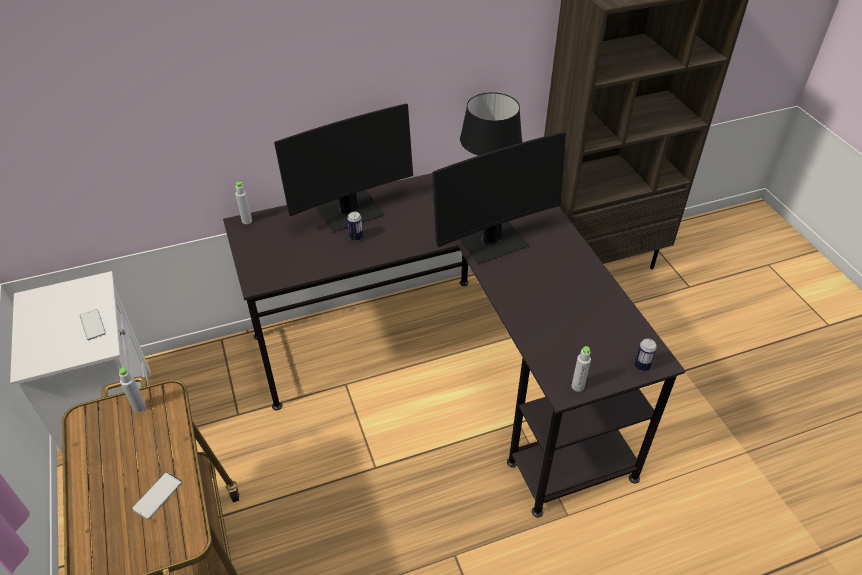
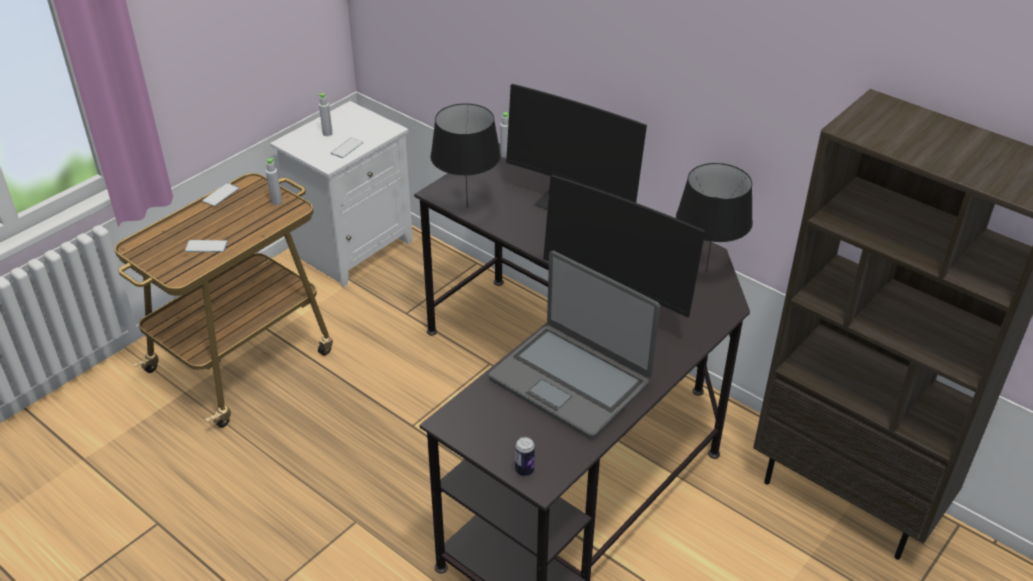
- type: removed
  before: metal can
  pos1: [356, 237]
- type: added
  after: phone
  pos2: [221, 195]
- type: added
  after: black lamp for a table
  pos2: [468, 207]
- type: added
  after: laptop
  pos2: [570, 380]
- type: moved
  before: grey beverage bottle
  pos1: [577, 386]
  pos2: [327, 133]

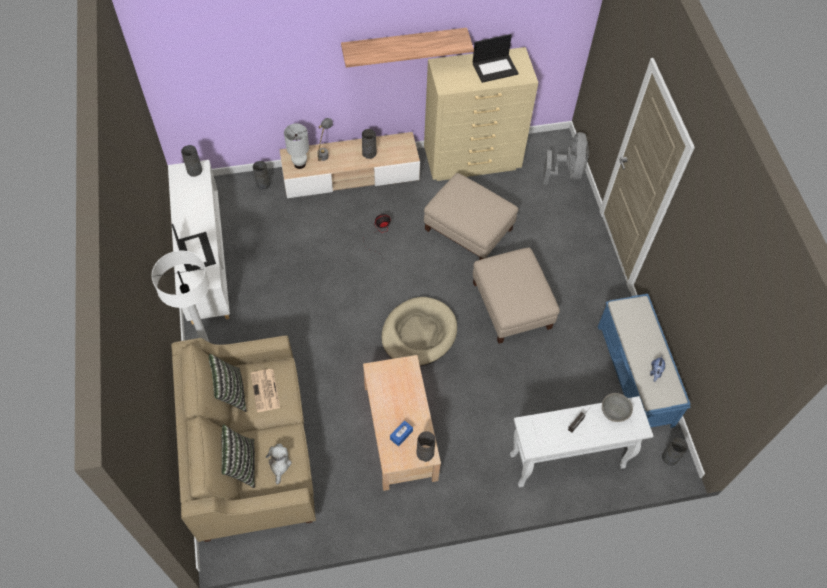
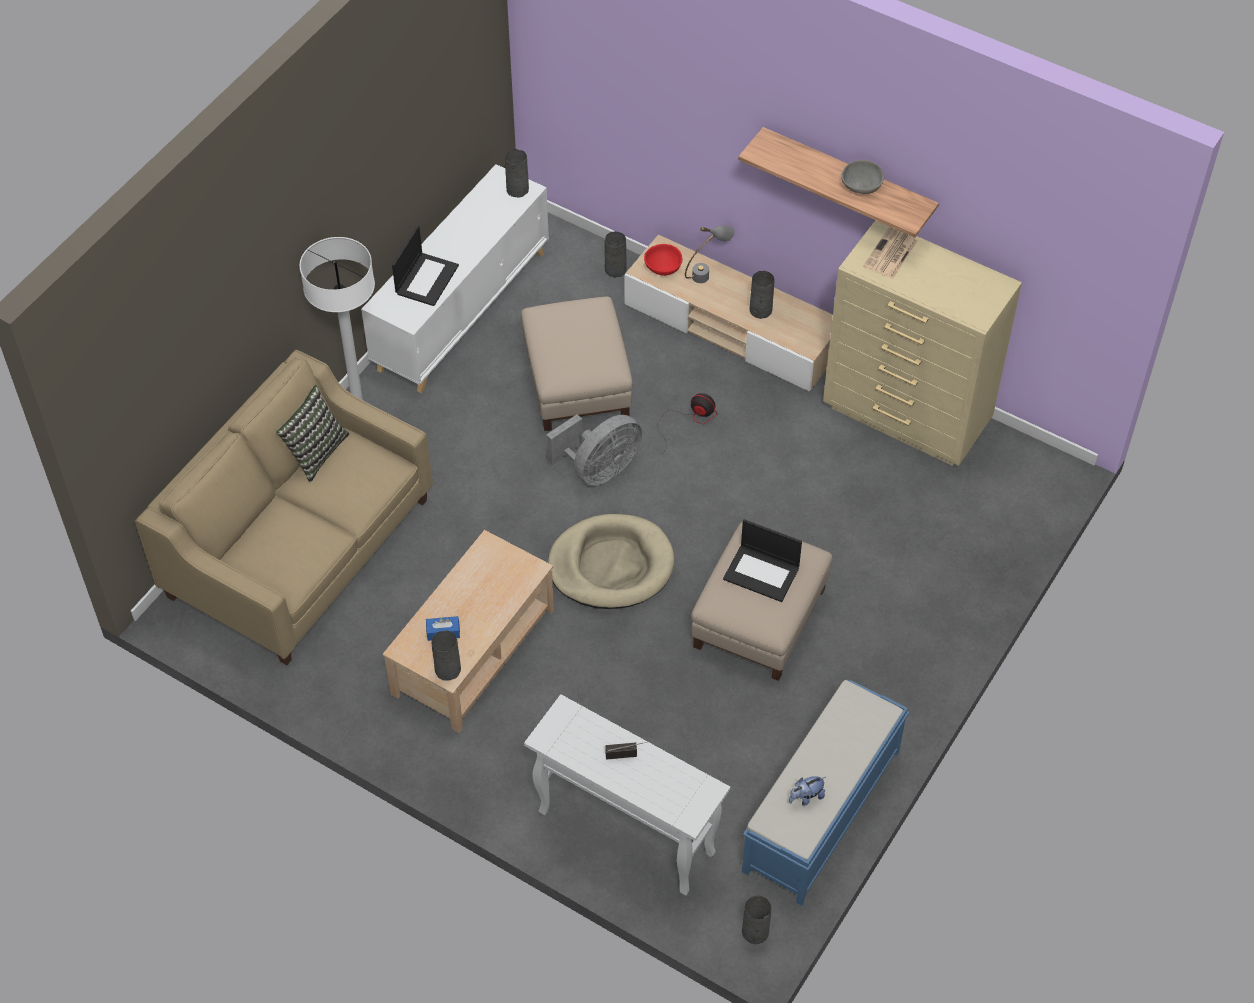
- type: removed
  before: pillow
  pos1: [241, 464]
- type: removed
  before: soft toy
  pos1: [279, 465]
- type: moved
  before: newspaper
  pos1: [265, 391]
  pos2: [891, 254]
- type: moved
  before: sand-coloured ottoman
  pos1: [469, 229]
  pos2: [578, 382]
- type: moved
  before: laptop
  pos1: [495, 68]
  pos2: [762, 573]
- type: moved
  before: grey cooling fan
  pos1: [567, 172]
  pos2: [599, 469]
- type: moved
  before: grey deep dish
  pos1: [614, 412]
  pos2: [861, 186]
- type: replaced
  before: white lamp for a table
  after: red deep dish
  pos1: [300, 164]
  pos2: [663, 268]

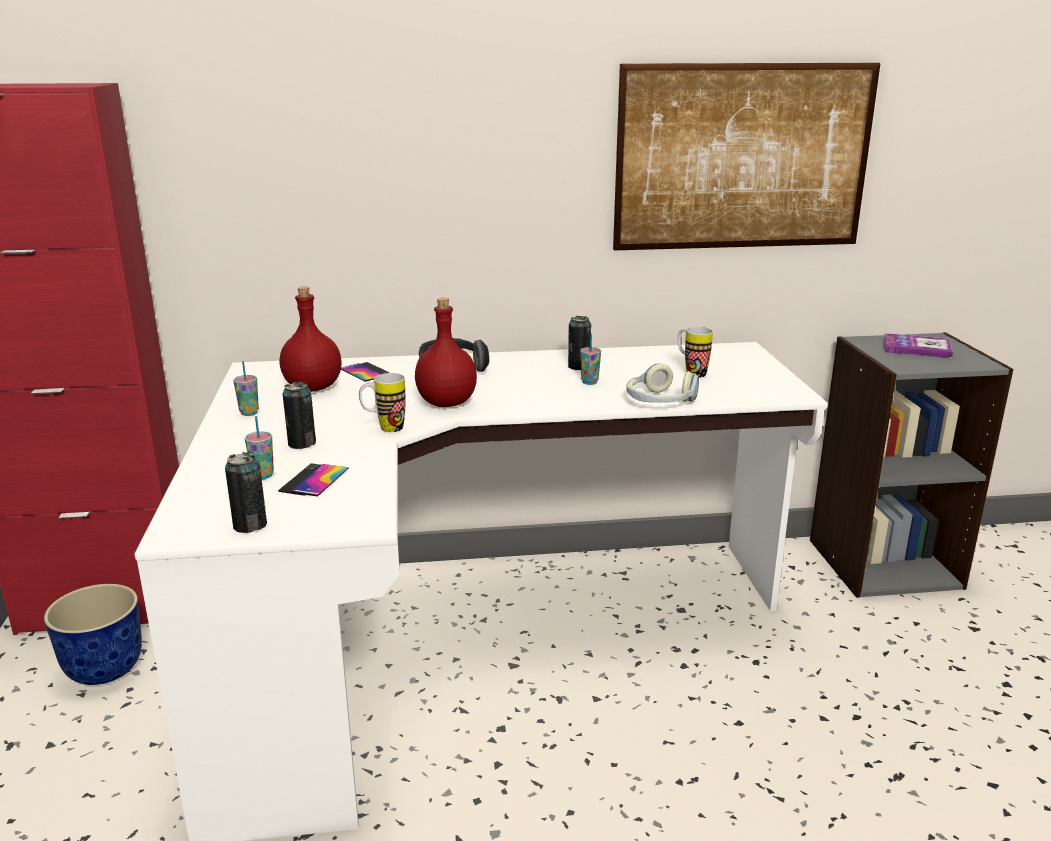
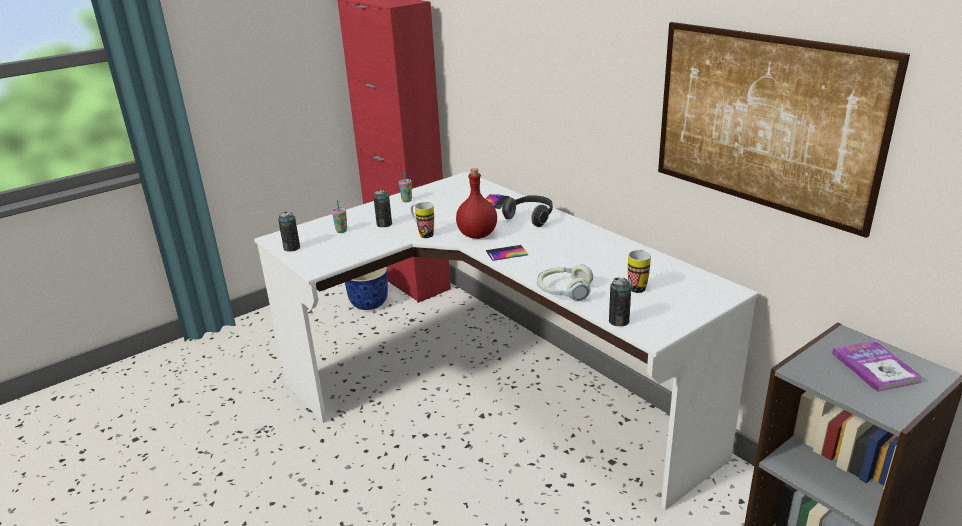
- type: removed
  before: red beverage bottle
  pos1: [312, 387]
- type: removed
  before: cup
  pos1: [589, 382]
- type: moved
  before: phone
  pos1: [314, 480]
  pos2: [506, 253]
- type: moved
  before: metal can
  pos1: [579, 366]
  pos2: [619, 321]

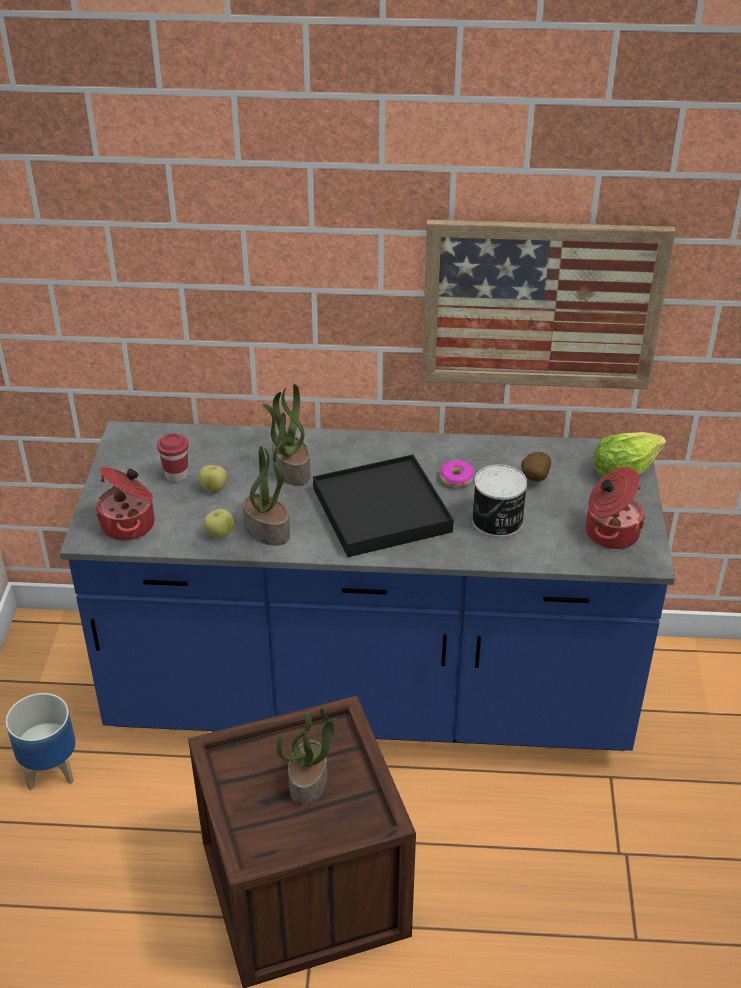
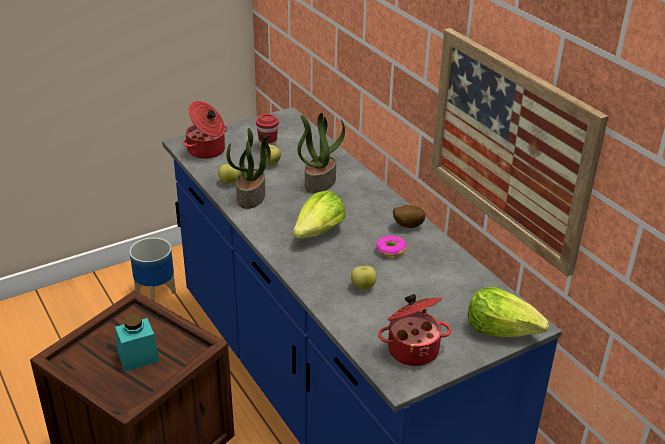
- type: moved
  before: spud
  pos1: [533, 479]
  pos2: [407, 226]
- type: replaced
  before: potted plant
  after: turquoise-coloured preserve jar
  pos1: [309, 782]
  pos2: [138, 357]
- type: replaced
  before: black serving tray
  after: head of lettuce
  pos1: [381, 510]
  pos2: [319, 232]
- type: replaced
  before: metal can
  after: apple
  pos1: [498, 521]
  pos2: [363, 287]

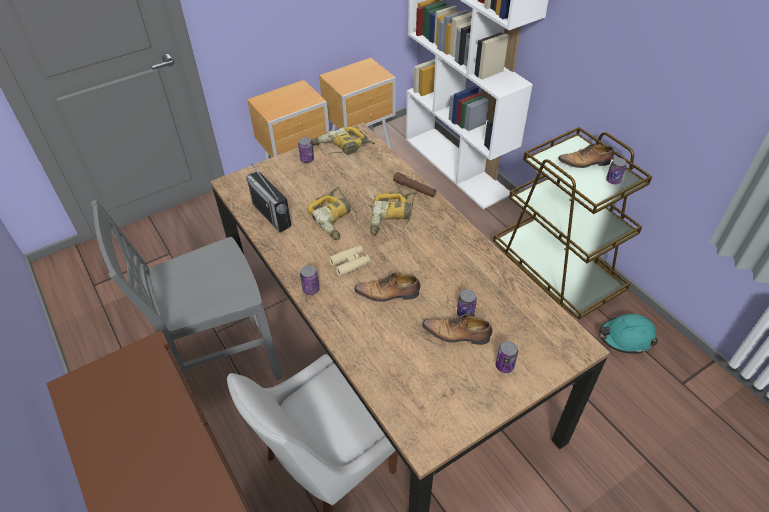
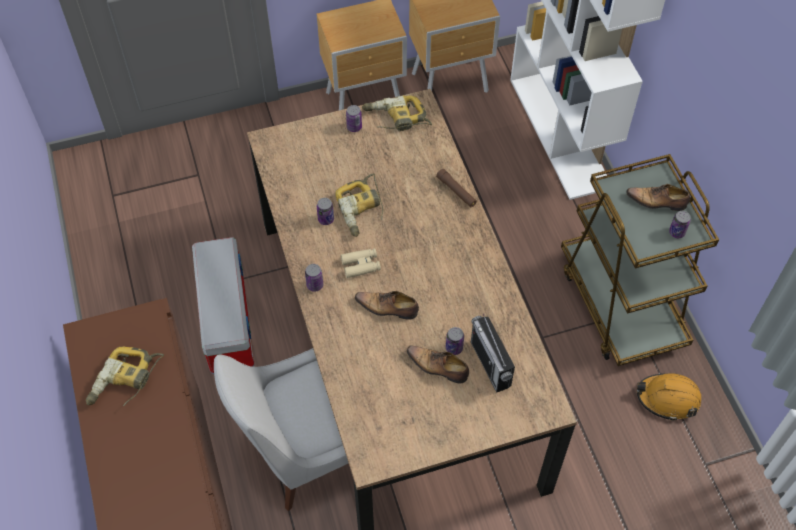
- type: moved
  before: radio receiver
  pos1: [271, 215]
  pos2: [490, 364]
- type: moved
  before: power drill
  pos1: [392, 218]
  pos2: [125, 382]
- type: moved
  before: metal can
  pos1: [504, 366]
  pos2: [326, 219]
- type: replaced
  before: grey plain chair
  after: storage container
  pos1: [221, 364]
  pos2: [226, 319]
- type: recoloured
  before: turquoise-coloured safety helmet
  after: orange safety helmet
  pos1: [626, 337]
  pos2: [668, 398]

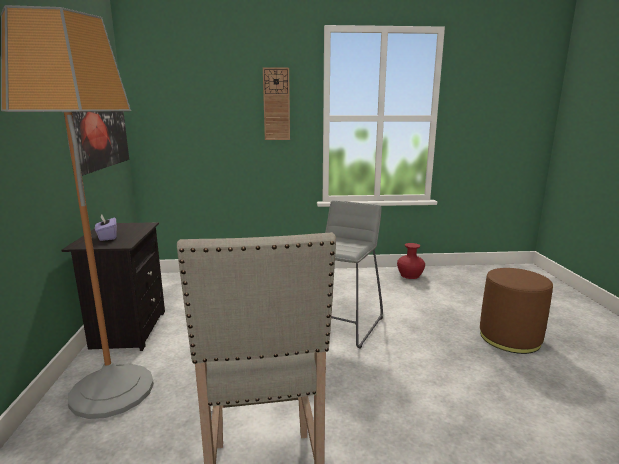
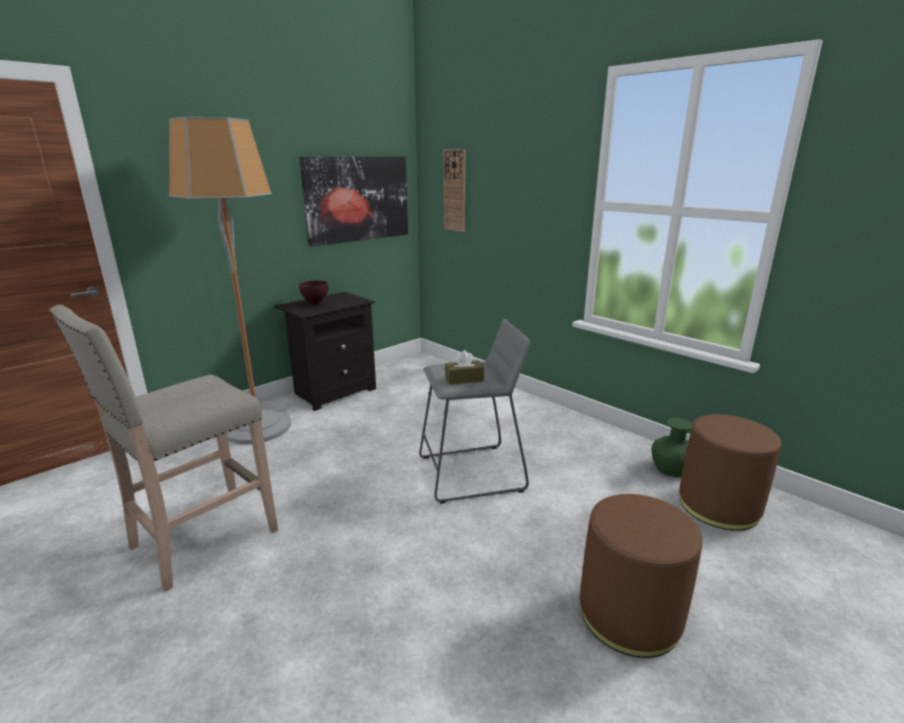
- type: added
  after: brownish tissue box
  pos2: [464, 379]
- type: added
  after: brownish ottoman
  pos2: [718, 506]
- type: moved
  before: wall clock
  pos1: [276, 104]
  pos2: [455, 190]
- type: replaced
  before: purple tissue box
  after: brownish deep dish
  pos1: [107, 237]
  pos2: [315, 304]
- type: recoloured
  before: red vase
  after: greenish vase
  pos1: [410, 275]
  pos2: [671, 468]

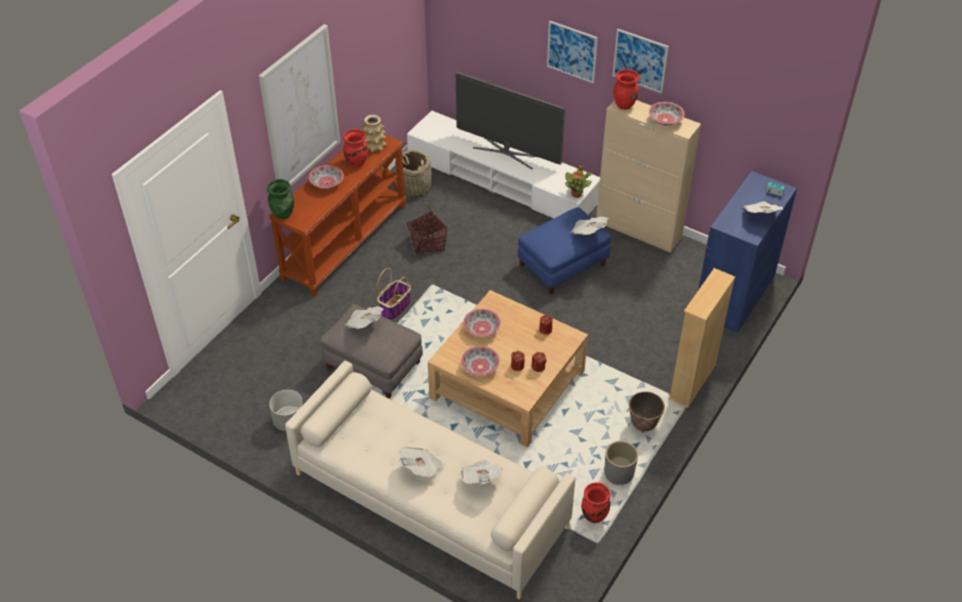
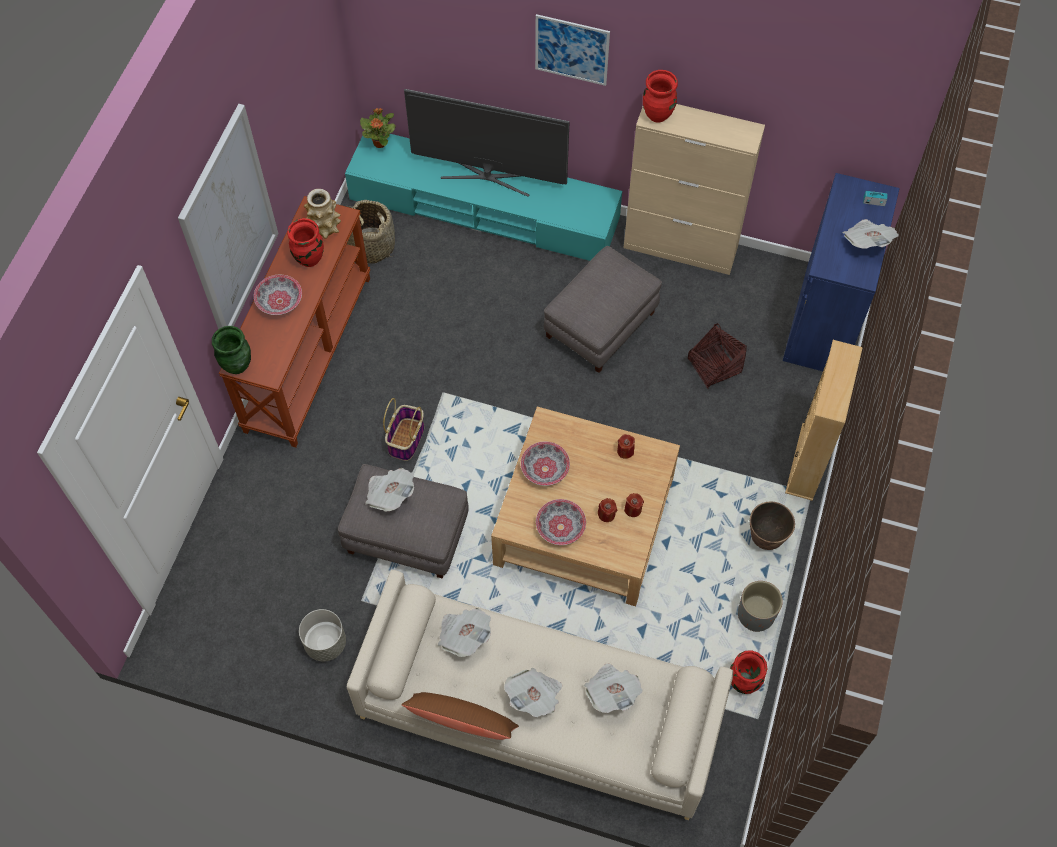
- type: removed
  before: picture
  pos1: [640, 61]
- type: removed
  before: deep dish
  pos1: [665, 120]
- type: added
  after: brownish pillow
  pos2: [461, 722]
- type: moved
  before: basket
  pos1: [427, 243]
  pos2: [714, 366]
- type: moved
  before: potted plant
  pos1: [576, 194]
  pos2: [380, 142]
- type: moved
  before: newspaper
  pos1: [588, 232]
  pos2: [464, 635]
- type: recoloured
  before: white media console
  after: turquoise-coloured media console
  pos1: [502, 181]
  pos2: [484, 210]
- type: recoloured
  before: blue ottoman
  after: grey ottoman
  pos1: [562, 265]
  pos2: [601, 325]

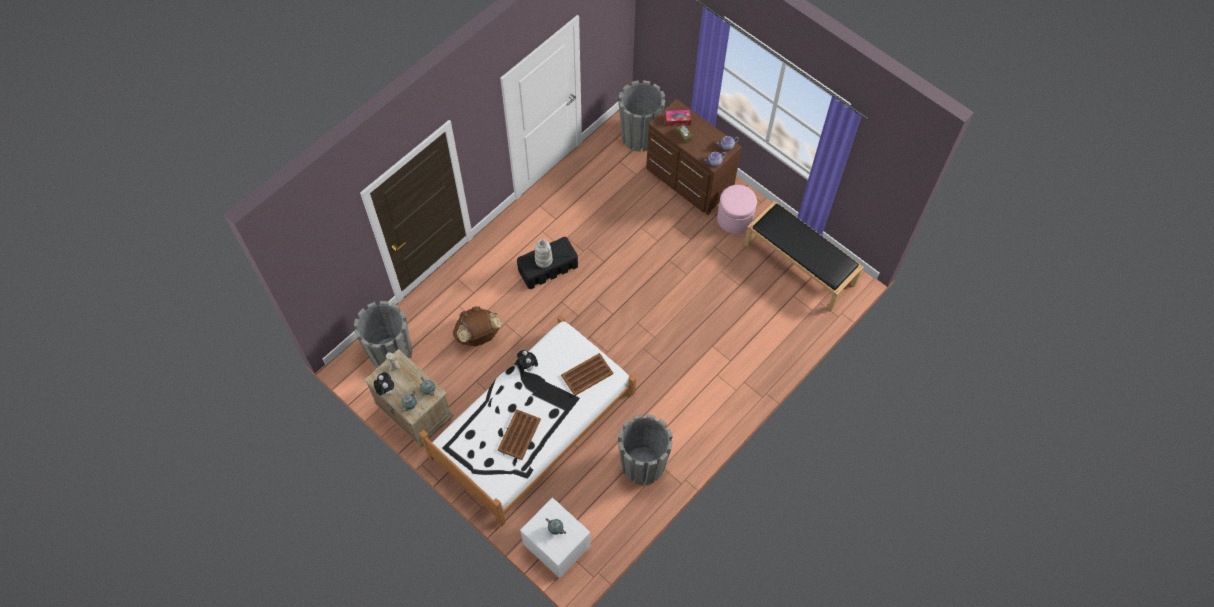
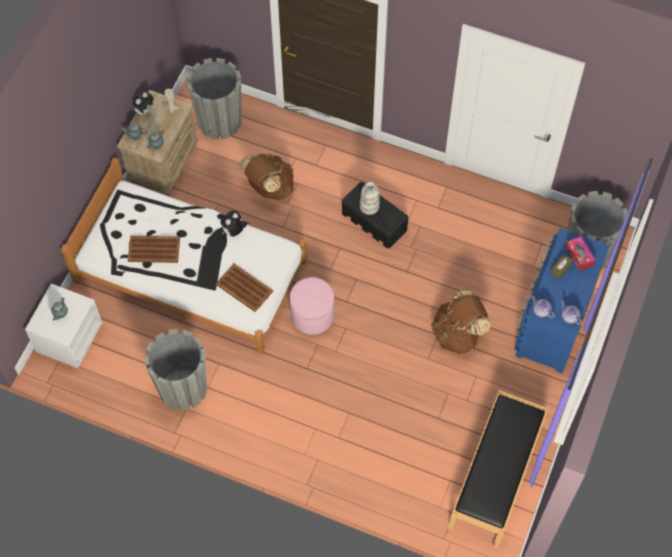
- type: added
  after: brownish backpack
  pos2: [457, 334]
- type: moved
  before: pink ottoman
  pos1: [734, 219]
  pos2: [312, 315]
- type: recoloured
  before: brownish chest of drawers
  after: blue chest of drawers
  pos1: [688, 181]
  pos2: [551, 321]

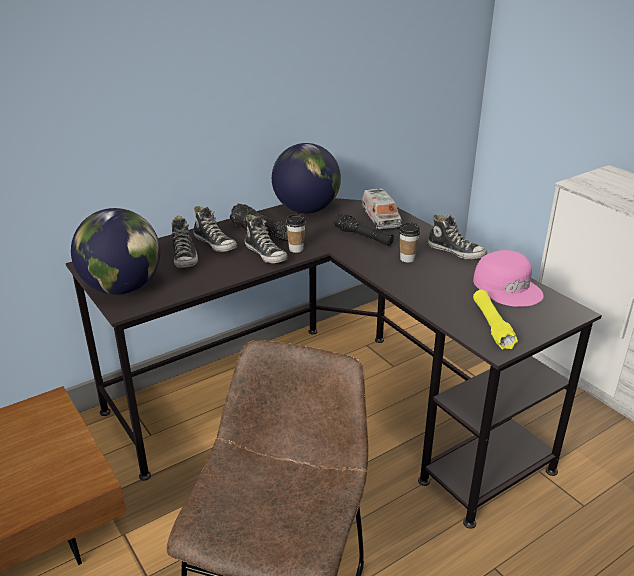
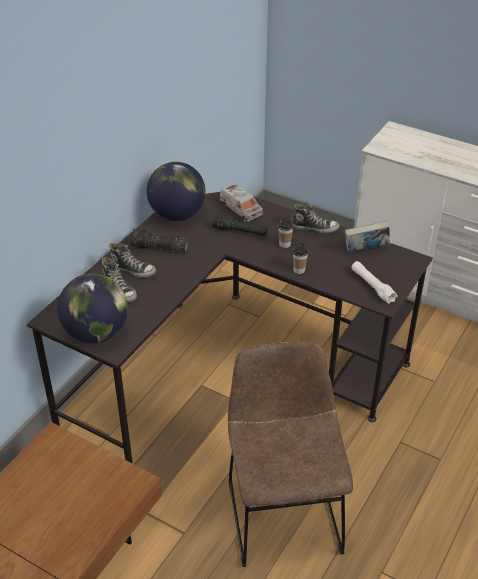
- type: removed
  before: item of footwear
  pos1: [266, 254]
- type: moved
  before: cup
  pos1: [296, 249]
  pos2: [299, 270]
- type: replaced
  before: pink peaked cap
  after: book
  pos1: [508, 287]
  pos2: [365, 251]
- type: recoloured
  before: yellowish torch
  after: white torch
  pos1: [492, 325]
  pos2: [372, 286]

